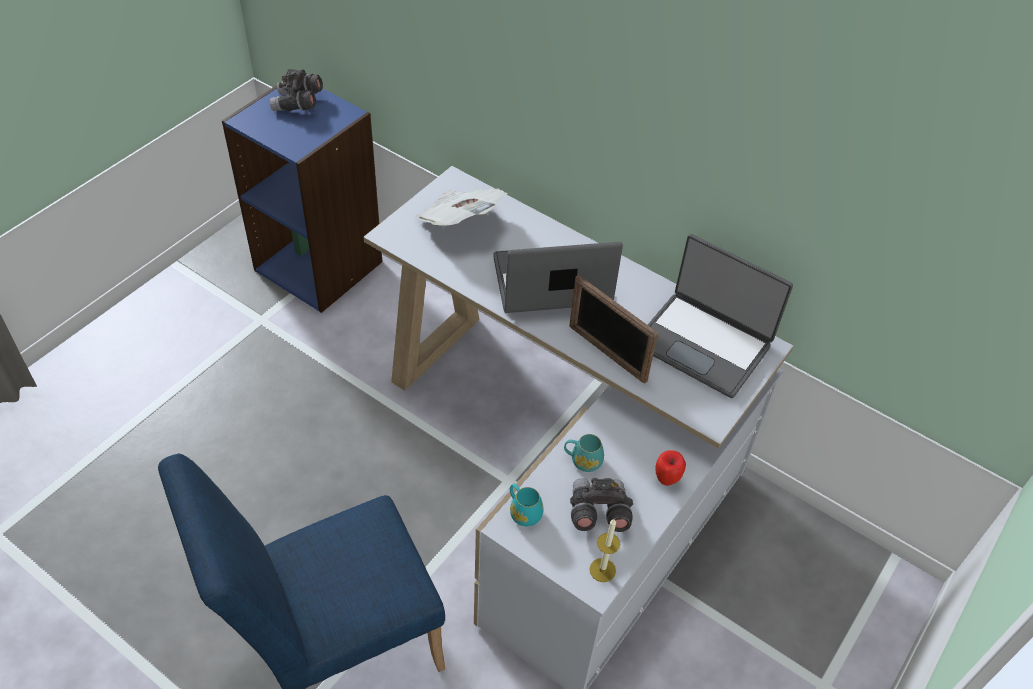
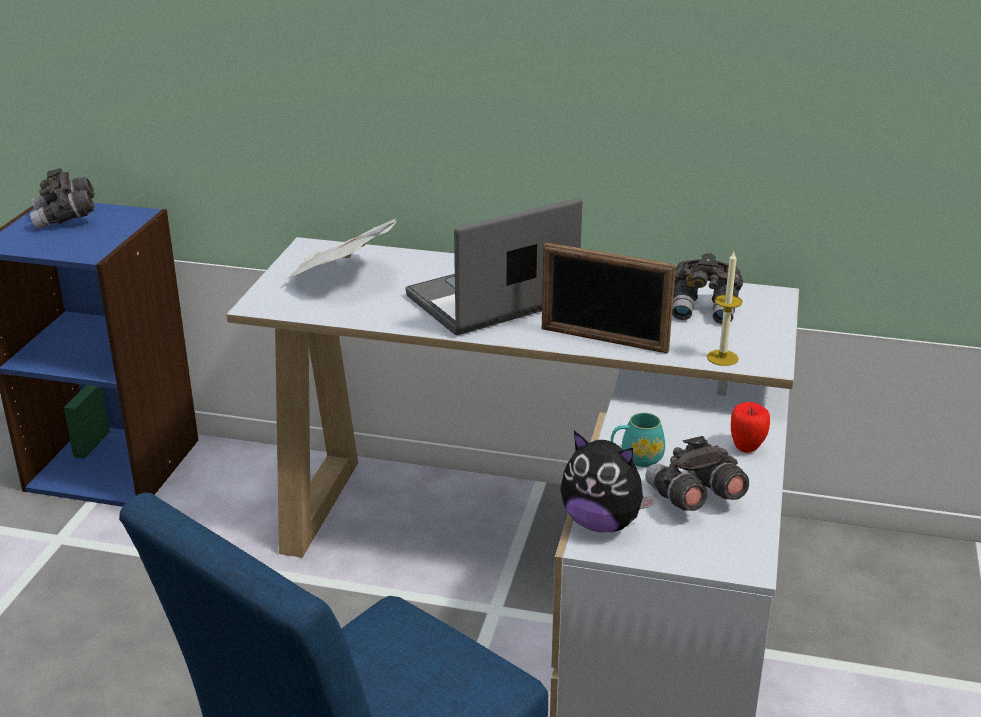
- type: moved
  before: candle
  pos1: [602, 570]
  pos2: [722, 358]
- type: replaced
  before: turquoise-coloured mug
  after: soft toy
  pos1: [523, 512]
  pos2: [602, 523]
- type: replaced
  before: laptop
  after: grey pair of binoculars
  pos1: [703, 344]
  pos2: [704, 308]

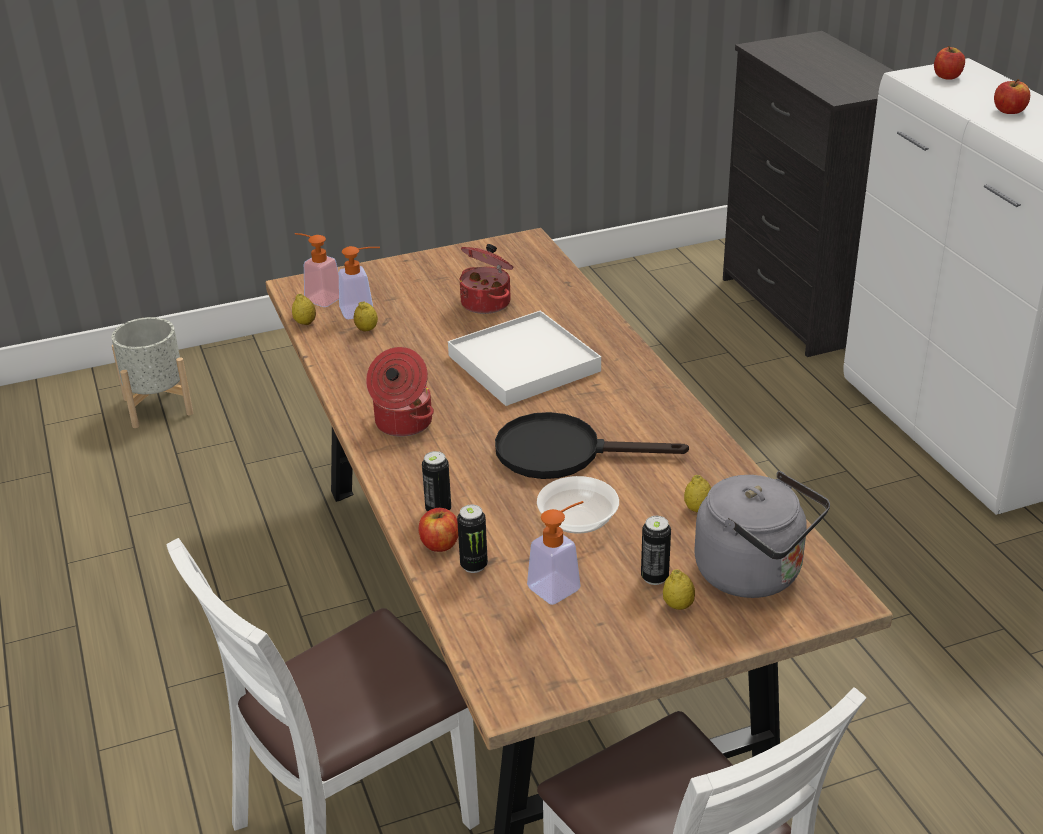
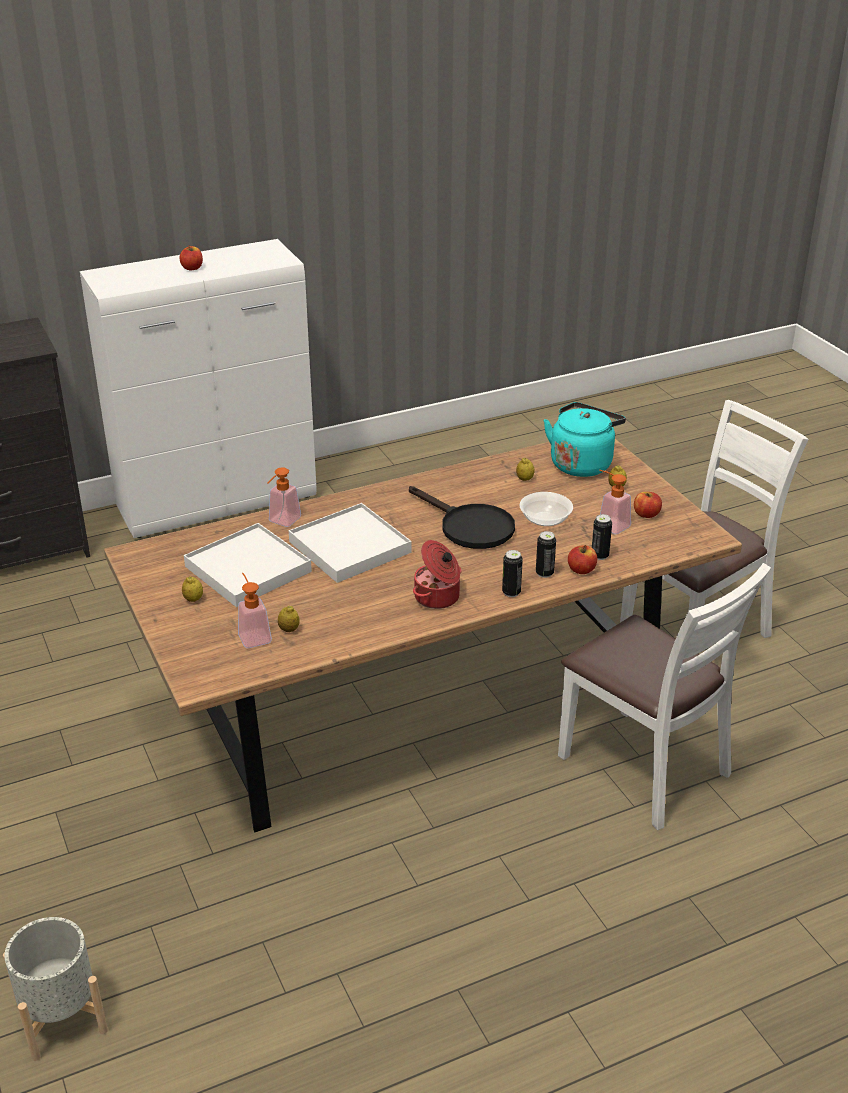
- type: moved
  before: citrus fruit
  pos1: [305, 323]
  pos2: [193, 599]
- type: moved
  before: soap dispenser
  pos1: [319, 297]
  pos2: [282, 522]
- type: moved
  before: metal can
  pos1: [654, 577]
  pos2: [511, 592]
- type: moved
  before: apple
  pos1: [947, 77]
  pos2: [646, 514]
- type: replaced
  before: saucepot
  after: white serving tray
  pos1: [487, 302]
  pos2: [247, 569]
- type: recoloured
  before: grey water kettle
  after: turquoise-coloured water kettle
  pos1: [755, 574]
  pos2: [582, 463]
- type: turned
  before: black frying pan
  pos1: [563, 452]
  pos2: [469, 527]
  turn: -45

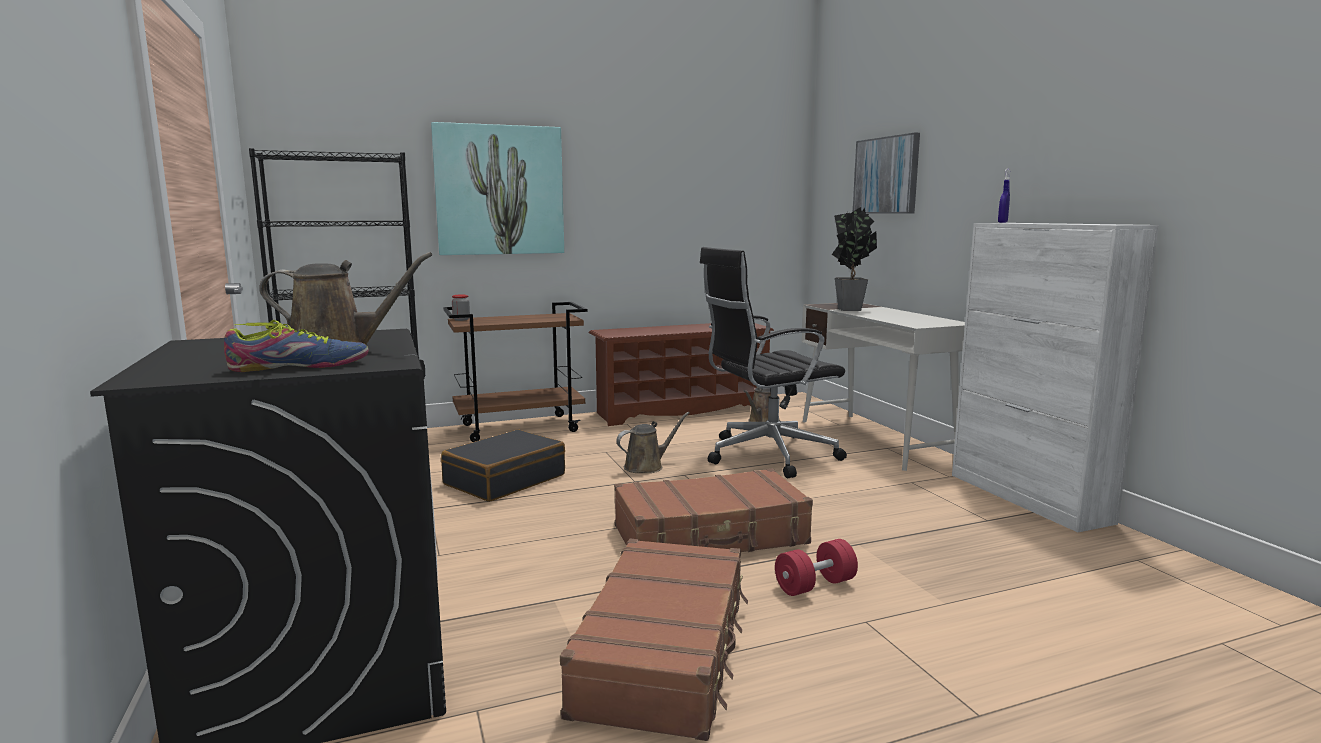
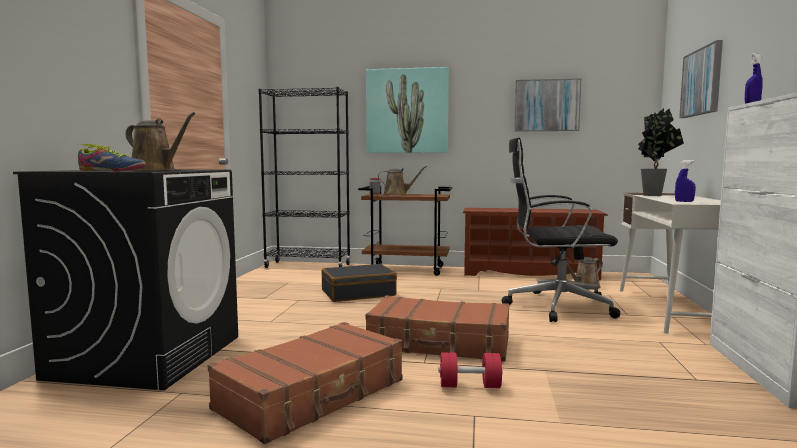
- type: added
  after: picture
  pos2: [547, 105]
- type: added
  after: blue sprayer
  pos2: [684, 201]
- type: moved
  before: brownish watering can
  pos1: [647, 466]
  pos2: [397, 194]

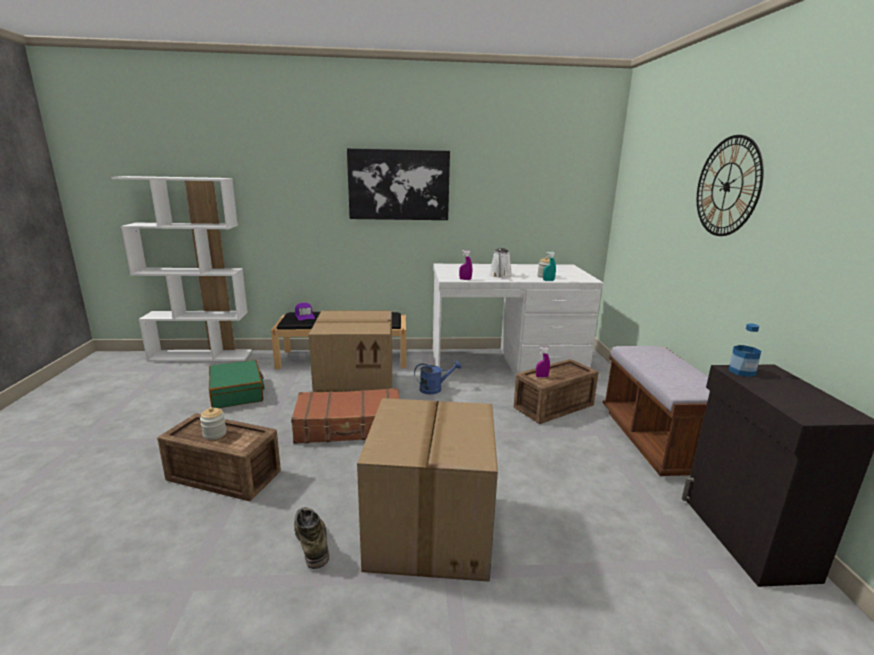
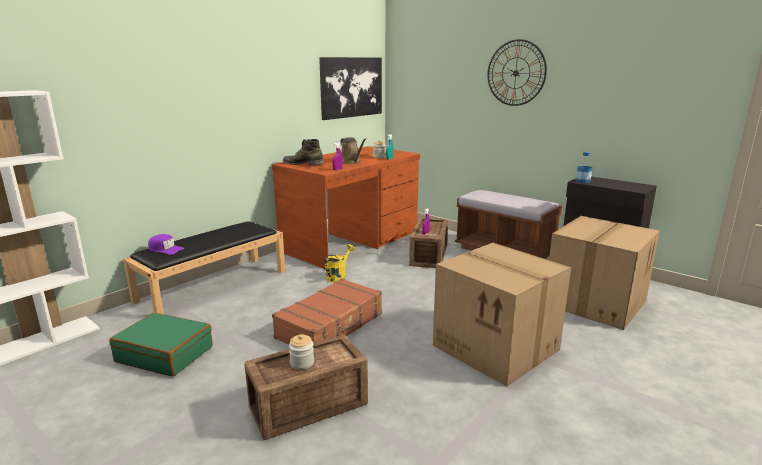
- type: moved
  before: greenish boot
  pos1: [311, 540]
  pos2: [303, 164]
- type: moved
  before: carton
  pos1: [357, 388]
  pos2: [594, 302]
- type: moved
  before: picture
  pos1: [399, 185]
  pos2: [351, 87]
- type: recoloured
  before: blue watering can
  after: yellowish watering can
  pos1: [434, 389]
  pos2: [338, 276]
- type: recoloured
  before: white desk table
  after: brownish desk table
  pos1: [506, 363]
  pos2: [352, 242]
- type: recoloured
  before: white watering can
  after: brownish watering can
  pos1: [500, 276]
  pos2: [351, 162]

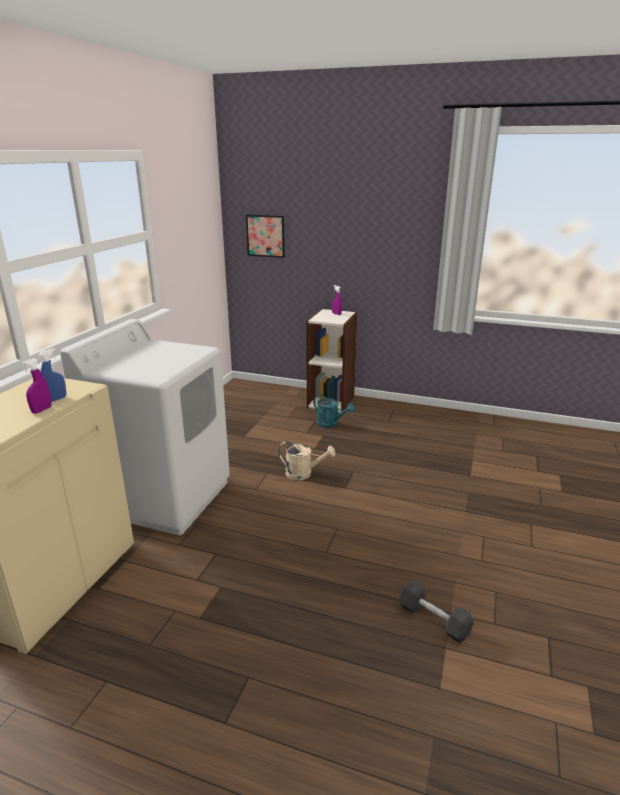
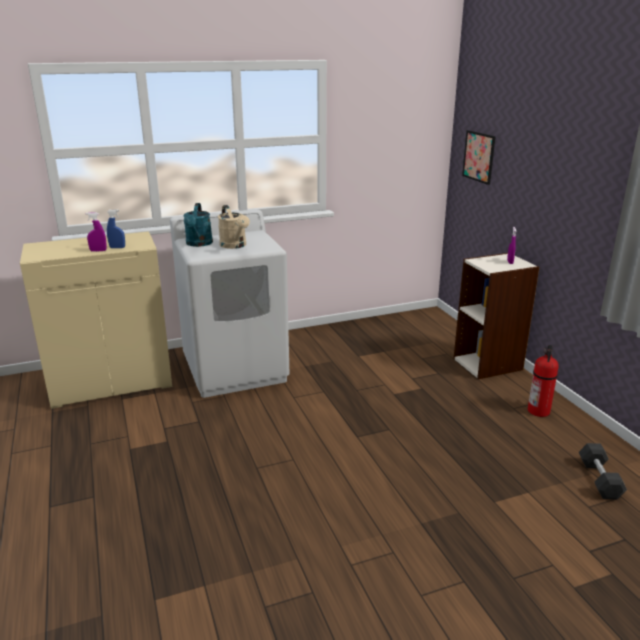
- type: added
  after: fire extinguisher
  pos2: [539, 411]
- type: moved
  before: sand-coloured watering can
  pos1: [303, 474]
  pos2: [235, 246]
- type: moved
  before: turquoise-coloured watering can
  pos1: [331, 424]
  pos2: [198, 244]
- type: moved
  before: black free weight
  pos1: [434, 620]
  pos2: [599, 479]

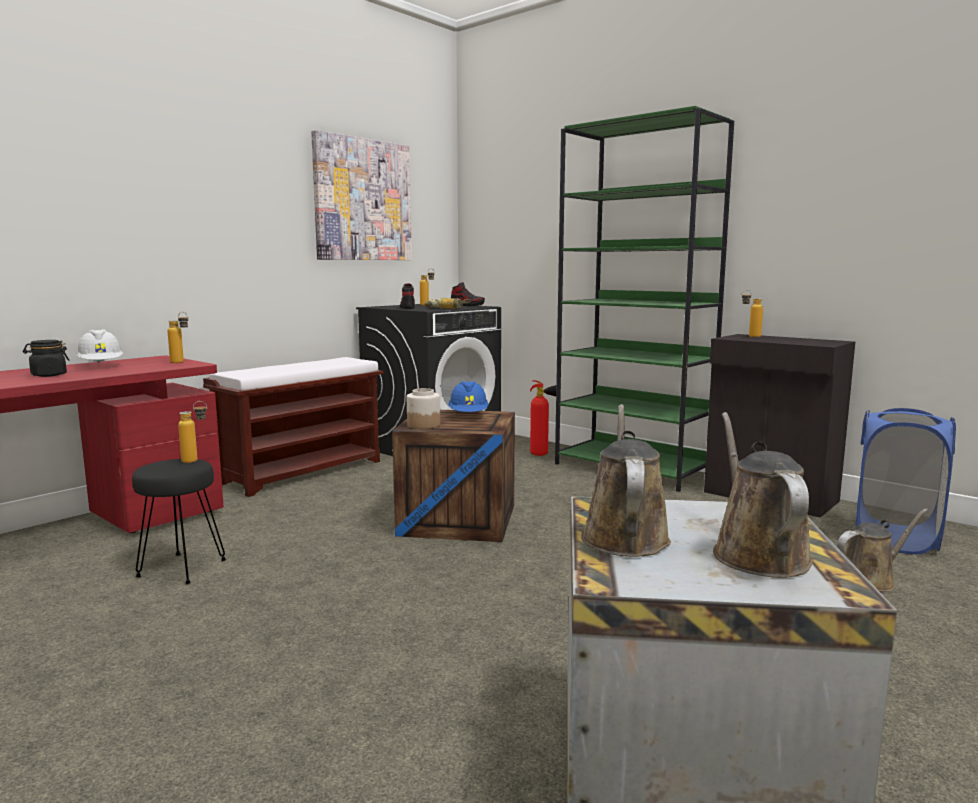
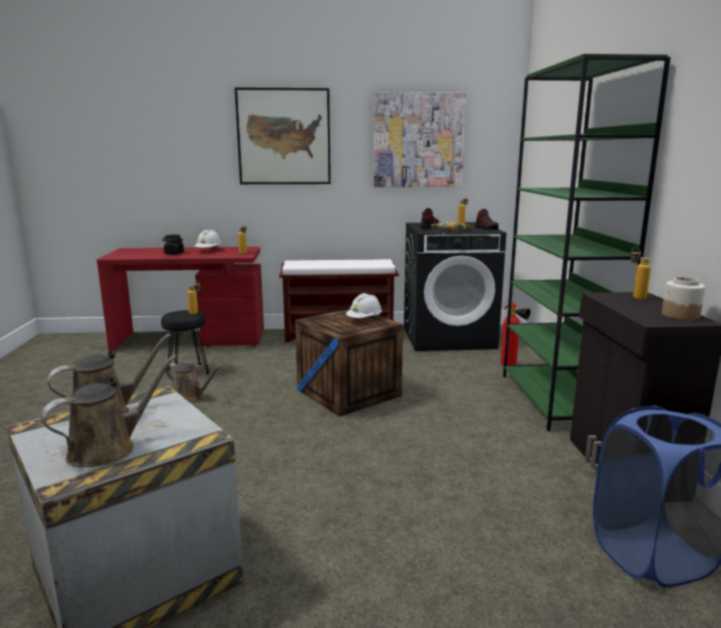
- type: added
  after: picture
  pos2: [284, 137]
- type: moved
  before: preserve jar
  pos1: [423, 425]
  pos2: [680, 315]
- type: moved
  before: brownish watering can
  pos1: [870, 579]
  pos2: [190, 398]
- type: recoloured
  before: blue safety helmet
  after: white safety helmet
  pos1: [468, 416]
  pos2: [364, 320]

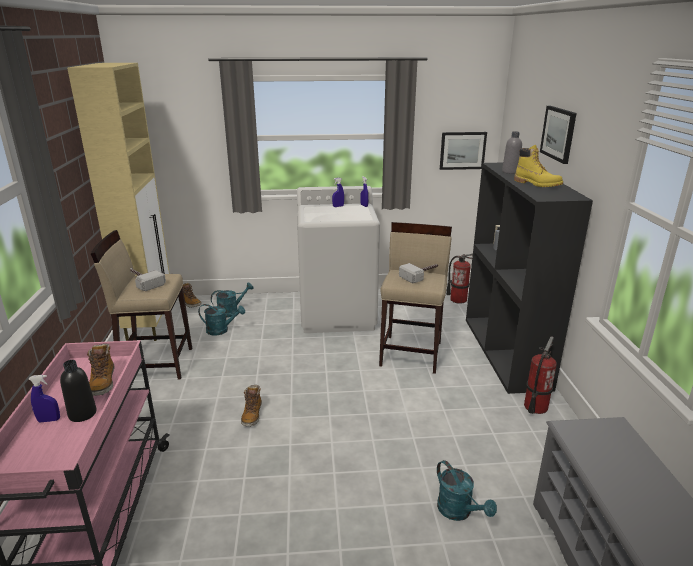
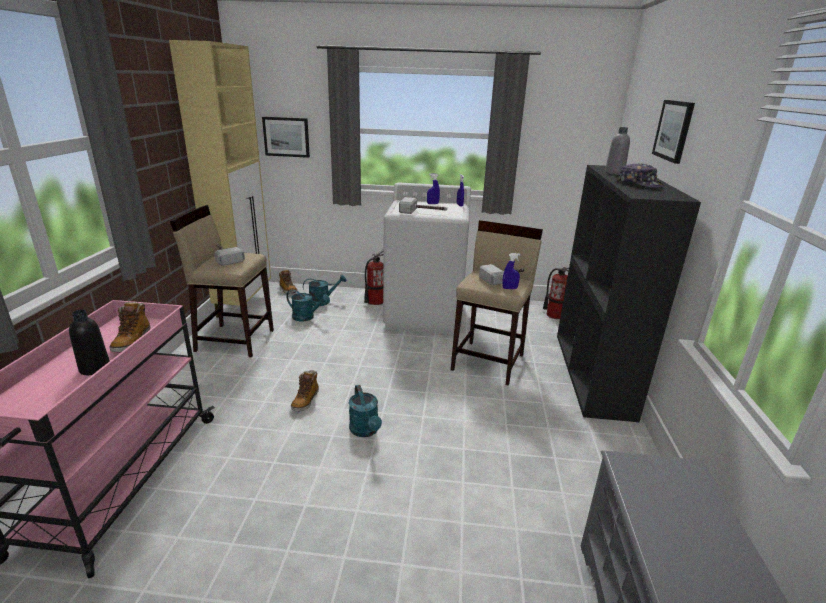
- type: added
  after: hand hammer
  pos2: [423, 212]
- type: moved
  before: blue sprayer
  pos1: [49, 420]
  pos2: [509, 288]
- type: moved
  before: turquoise-coloured watering can
  pos1: [459, 512]
  pos2: [366, 431]
- type: moved
  before: picture
  pos1: [462, 150]
  pos2: [286, 137]
- type: moved
  before: fire extinguisher
  pos1: [535, 407]
  pos2: [375, 301]
- type: replaced
  before: yellowish boot
  after: peaked cap
  pos1: [537, 184]
  pos2: [639, 184]

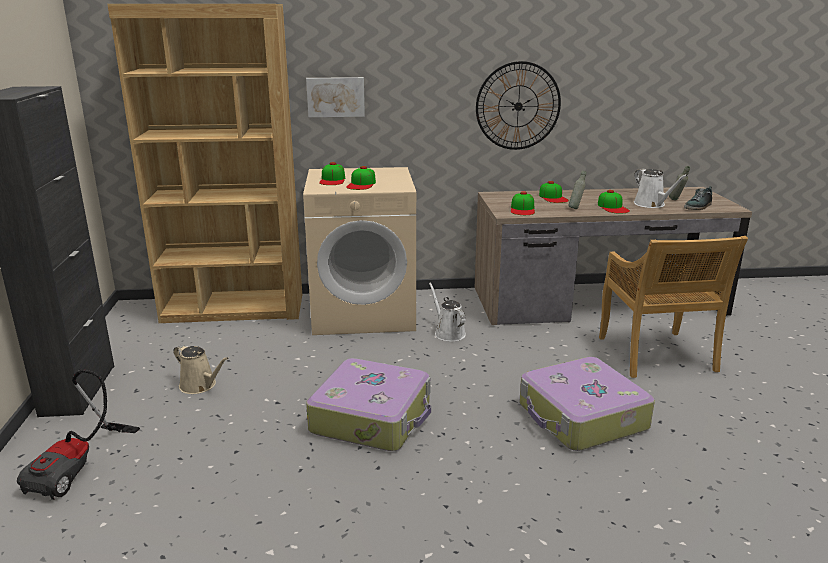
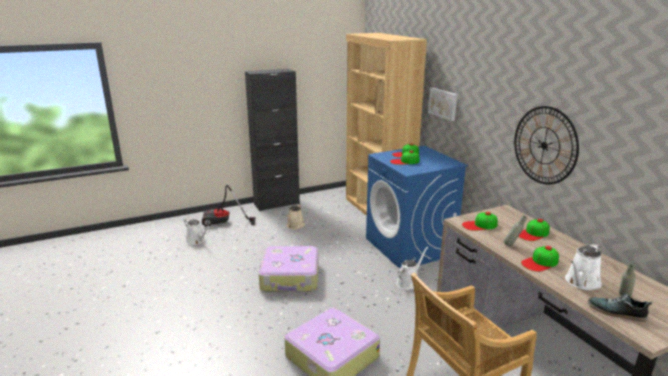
- type: added
  after: white watering can
  pos2: [197, 240]
- type: recoloured
  before: sand-coloured washing machine
  after: blue washing machine
  pos1: [364, 312]
  pos2: [410, 247]

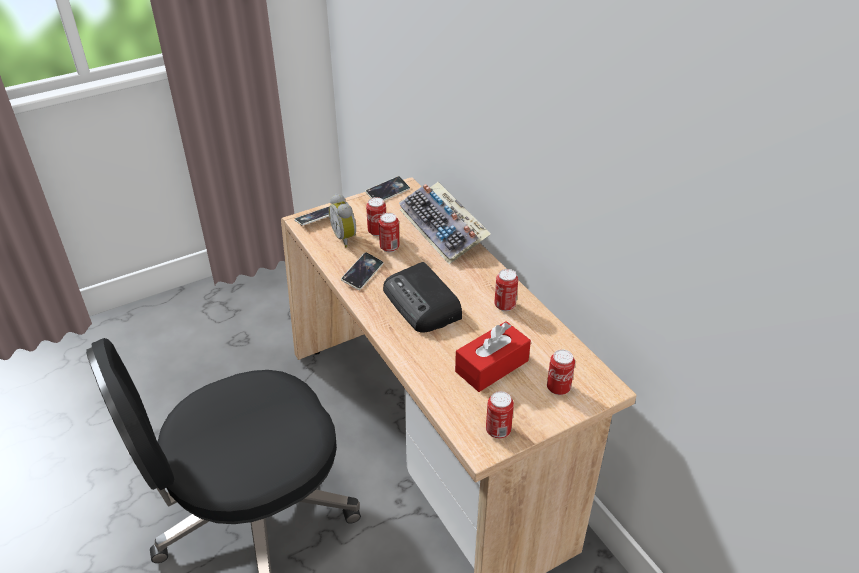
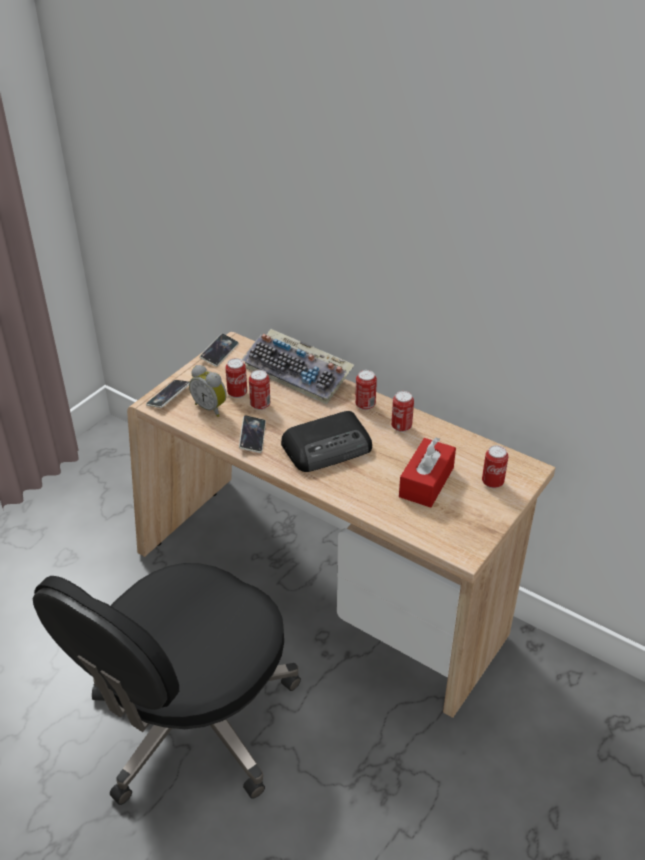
- type: moved
  before: metal can
  pos1: [498, 431]
  pos2: [365, 405]
- type: turned
  before: radio receiver
  pos1: [423, 304]
  pos2: [328, 447]
  turn: -60

